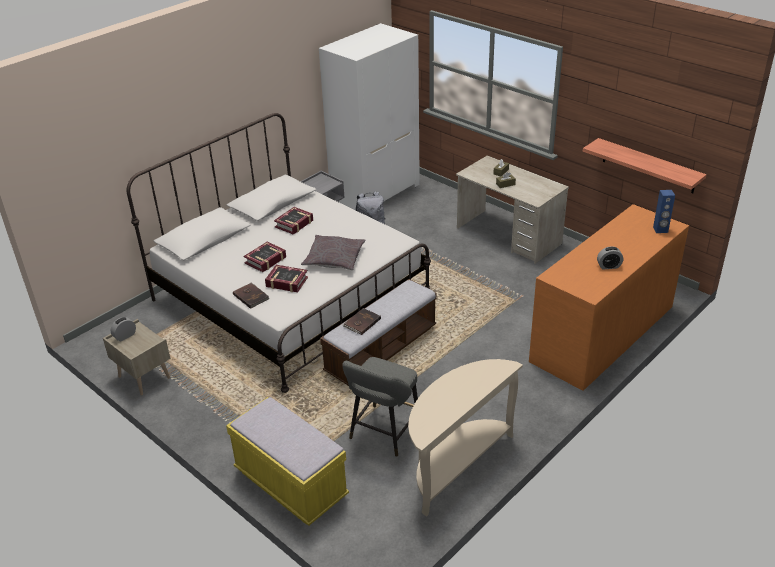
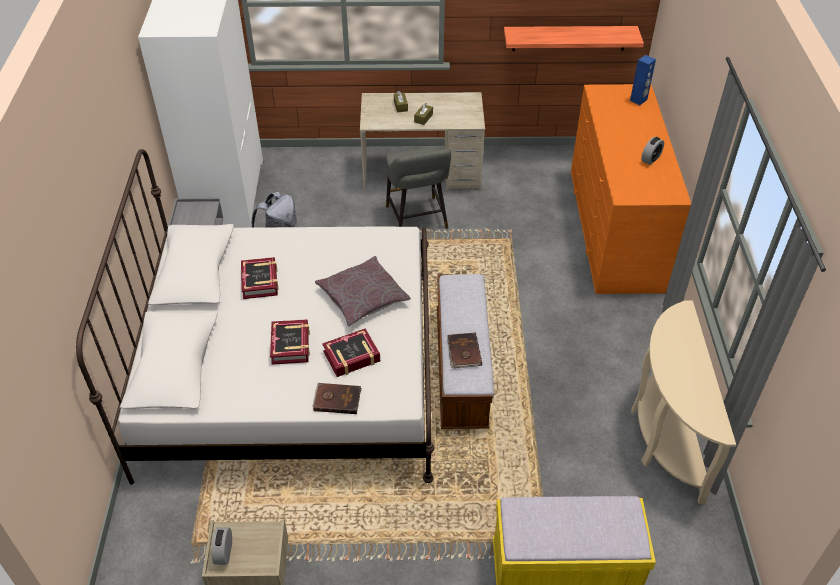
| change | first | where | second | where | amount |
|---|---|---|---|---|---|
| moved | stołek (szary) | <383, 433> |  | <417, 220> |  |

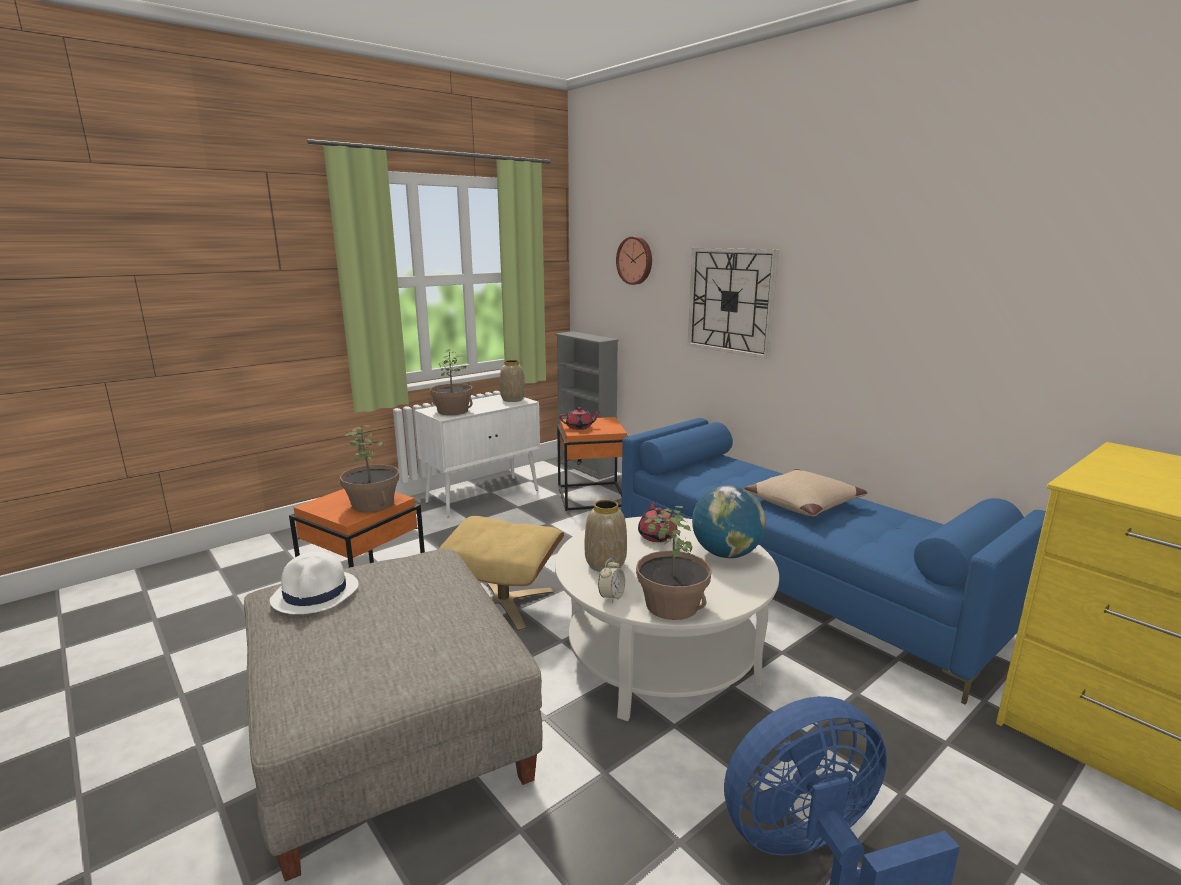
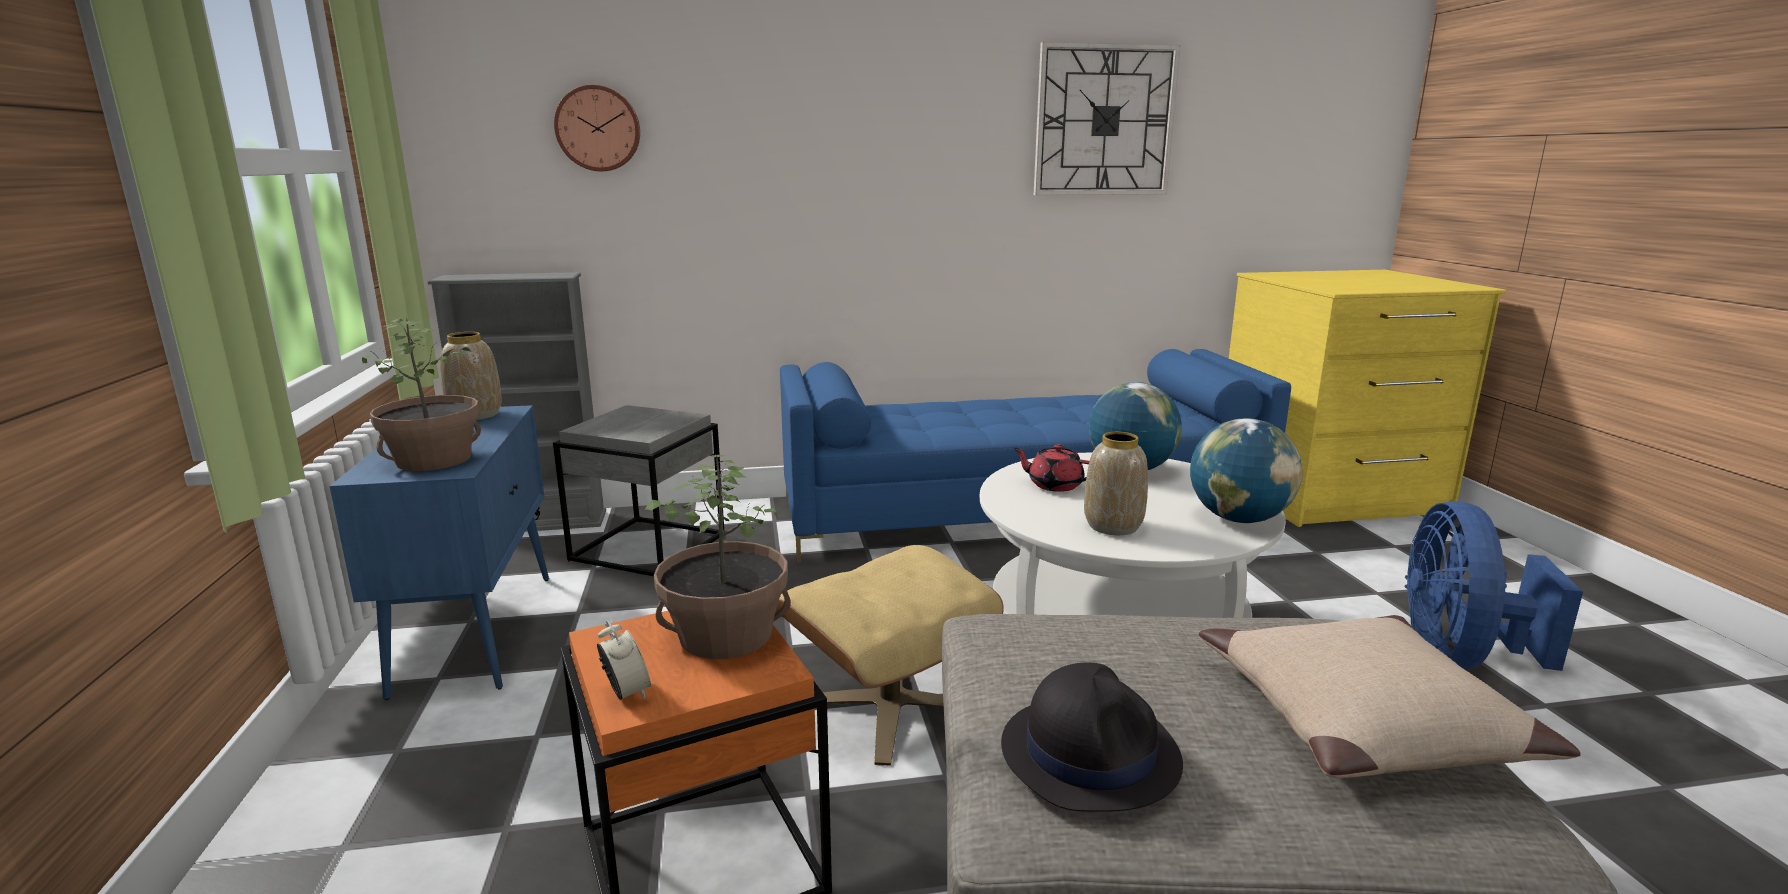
| change | first | where | second | where | amount |
|---|---|---|---|---|---|
| moved | zegar ścienny | <730, 301> |  | <1104, 121> |  |
| recoloured | szafka (biały) | <484, 496> | szafka (niebieski) | <477, 631> |  |
| removed | imbryk (czerwony) | <580, 427> |  |  |  |
| recoloured | stolik (pomarańczowy) | <592, 496> | stolik (szary) | <648, 547> |  |
| moved | poduszka (beżowy) | <802, 503> |  | <1360, 719> |  |
| replaced | roślina doniczkowa | <672, 605> | globus | <1238, 519> |  |
| recoloured | kapelusz (biały) | <316, 593> | kapelusz (czarny) | <1090, 752> |  |
| moved | budzik | <611, 596> |  | <626, 692> |  |

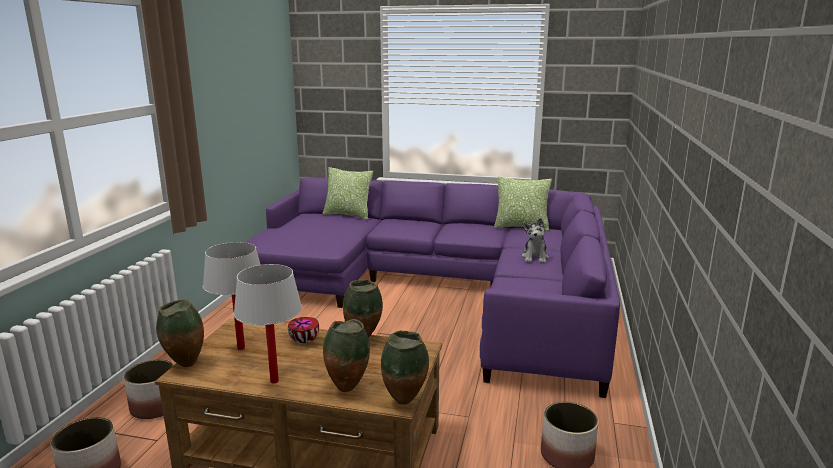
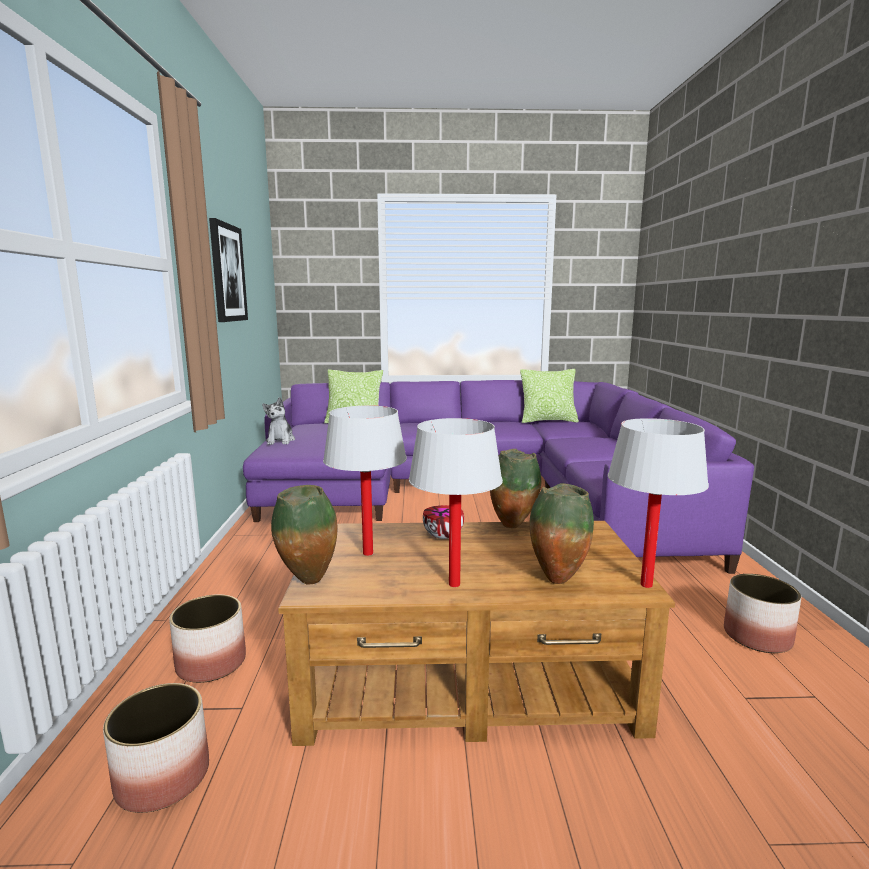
| change | first | where | second | where | amount |
|---|---|---|---|---|---|
| moved | pluszak | <535, 257> |  | <280, 441> |  |
| replaced | wazon | <405, 402> | lampa stołowa (biały) | <646, 585> |  |
| added |  |  | obraz | <227, 273> |  |

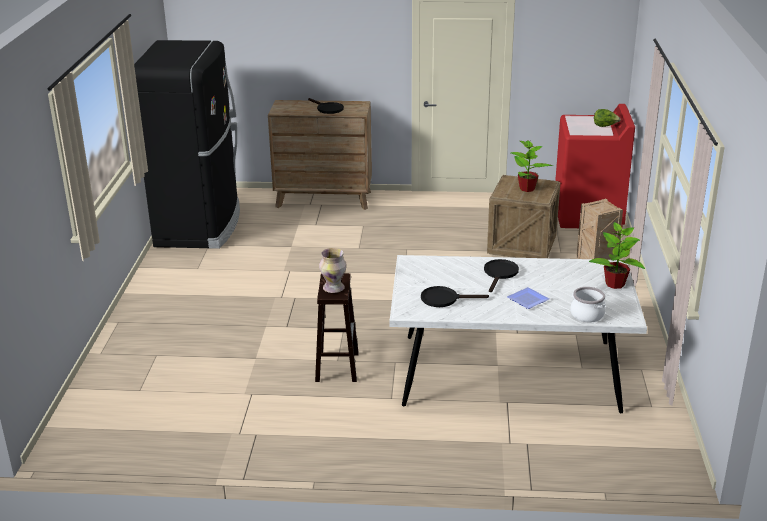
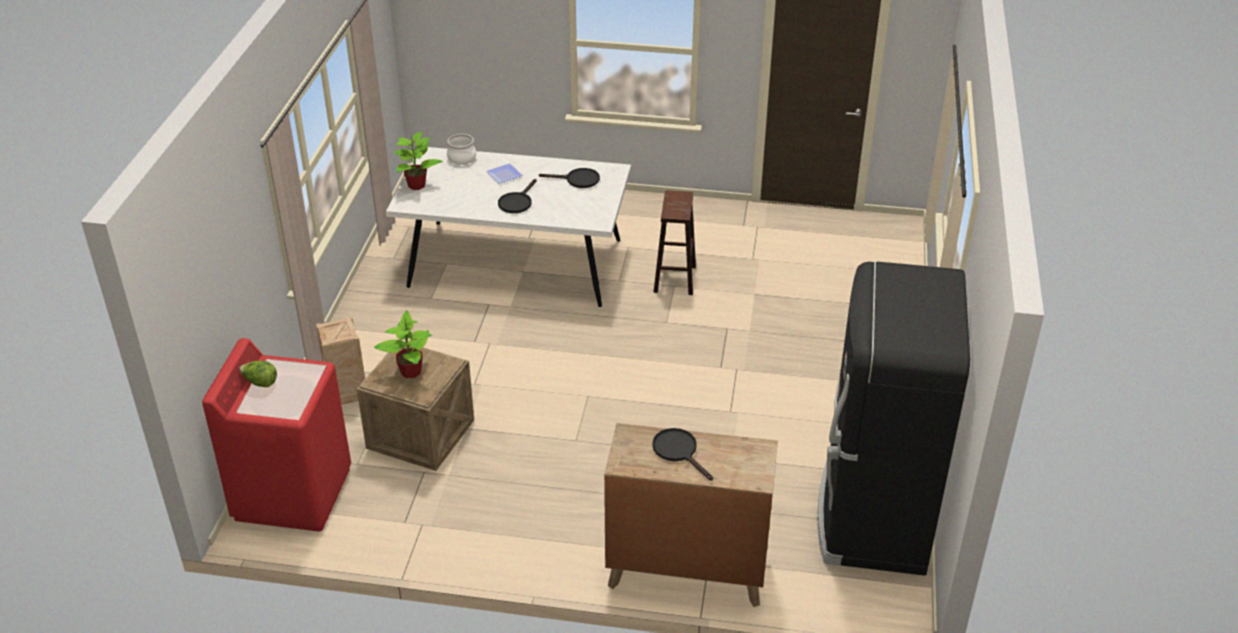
| change | first | where | second | where | amount |
|---|---|---|---|---|---|
| removed | wazon | <334, 288> |  |  |  |

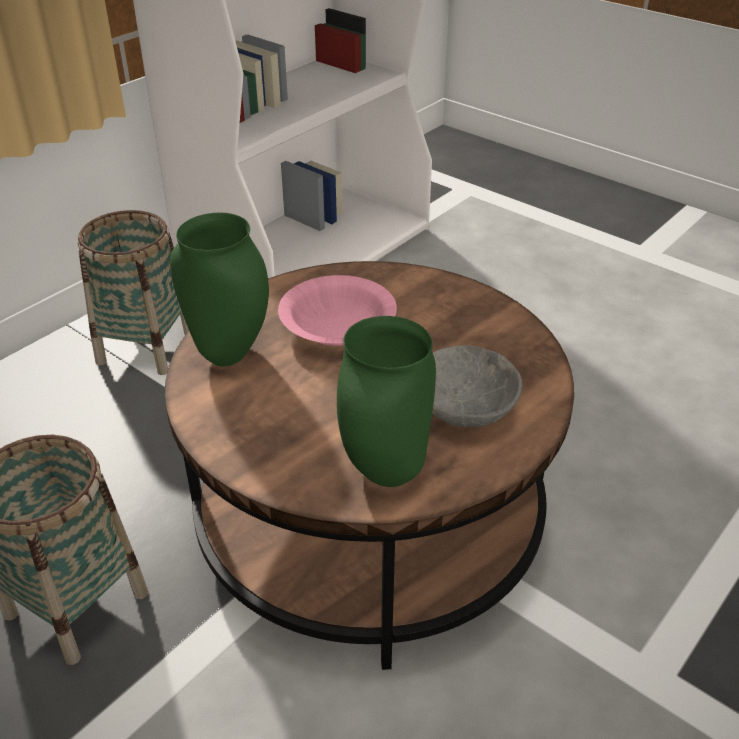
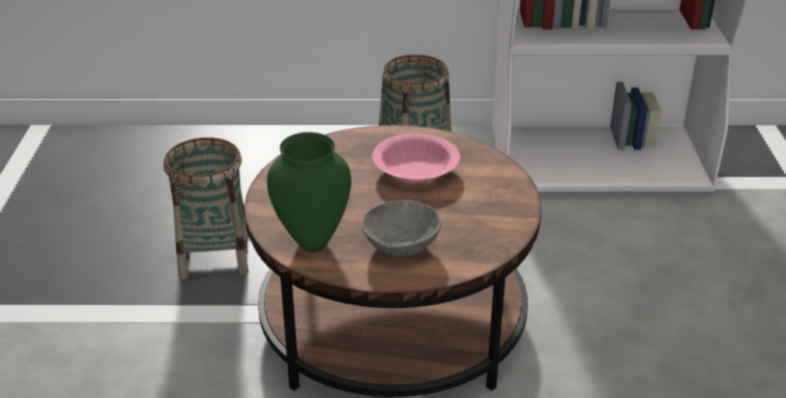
| change | first | where | second | where | amount |
|---|---|---|---|---|---|
| removed | wazon (zielony) | <227, 356> |  |  |  |

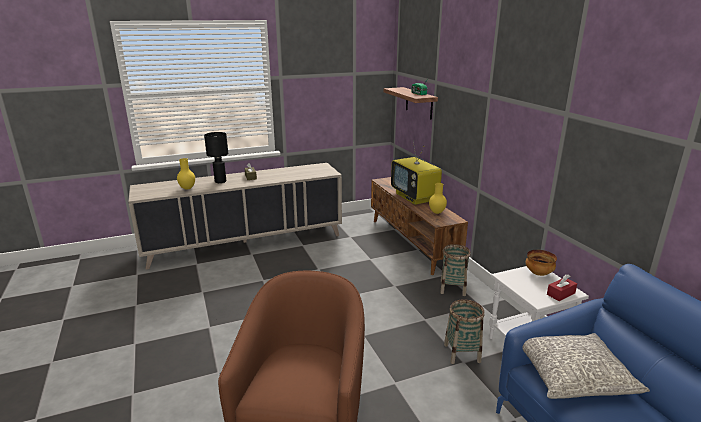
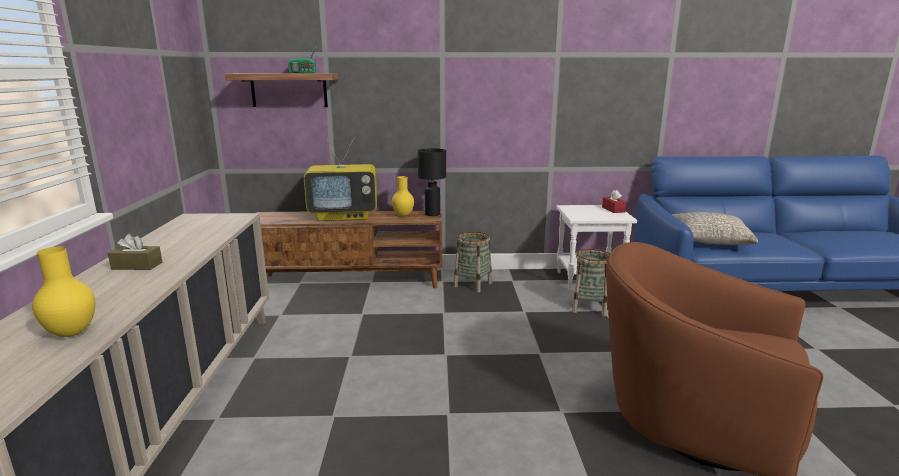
| change | first | where | second | where | amount |
|---|---|---|---|---|---|
| moved | lampa stołowa (czarny) | <220, 181> |  | <432, 214> |  |
| removed | miska | <538, 273> |  |  |  |

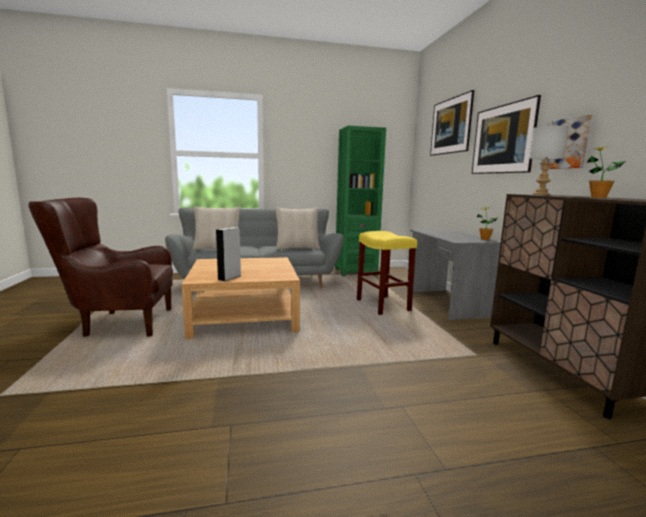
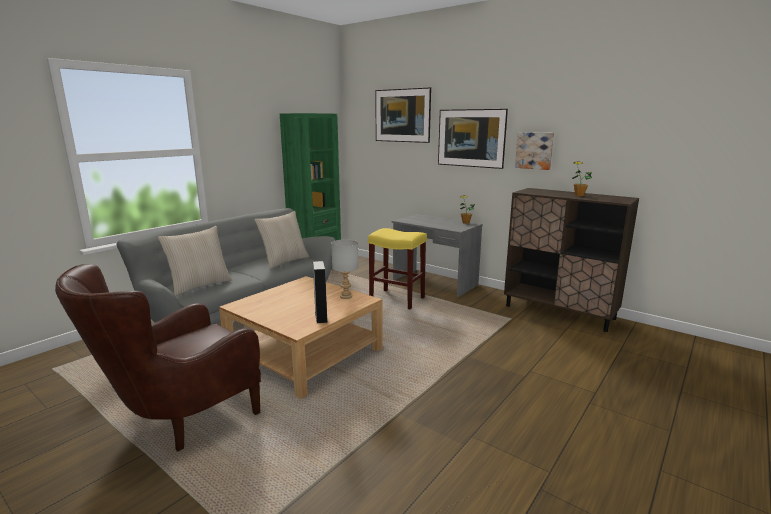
| change | first | where | second | where | amount |
|---|---|---|---|---|---|
| moved | lampa stołowa (szary) | <540, 194> |  | <345, 296> |  |

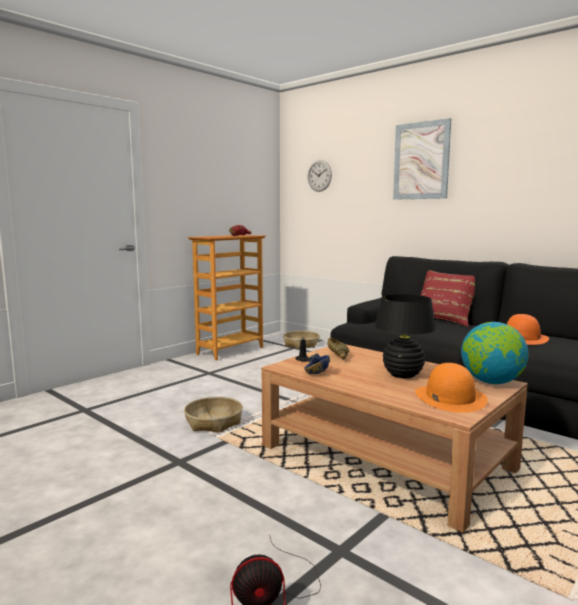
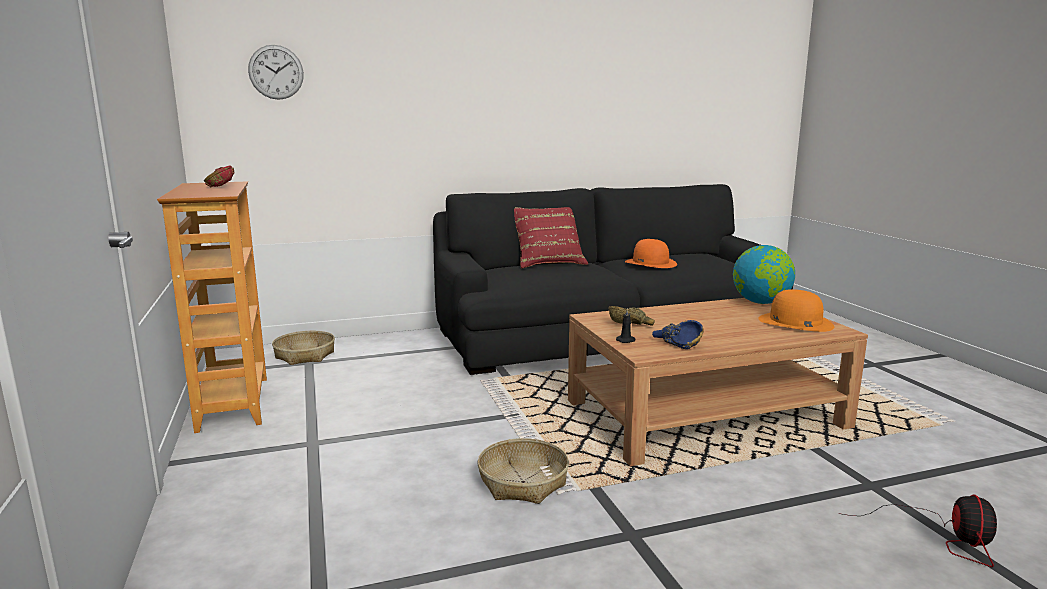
| change | first | where | second | where | amount |
|---|---|---|---|---|---|
| removed | obraz | <421, 161> |  |  |  |
| removed | lampa stołowa (czarny) | <402, 375> |  |  |  |

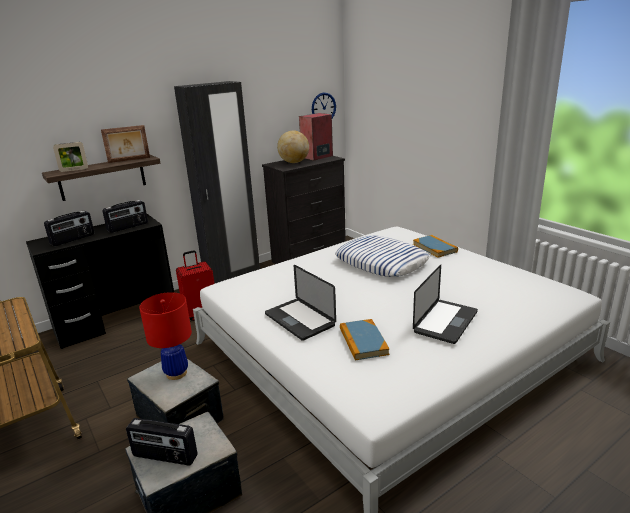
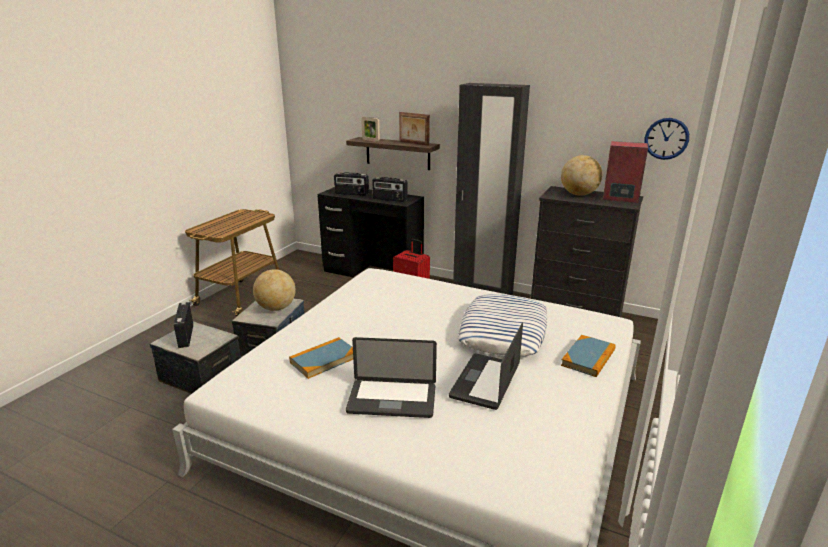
| change | first | where | second | where | amount |
|---|---|---|---|---|---|
| moved | laptop | <299, 320> |  | <485, 382> |  |
| replaced | lampa stołowa (czerwony) | <176, 373> | globus | <276, 308> |  |

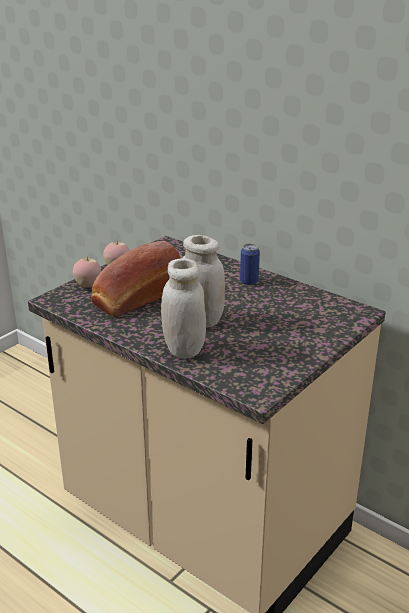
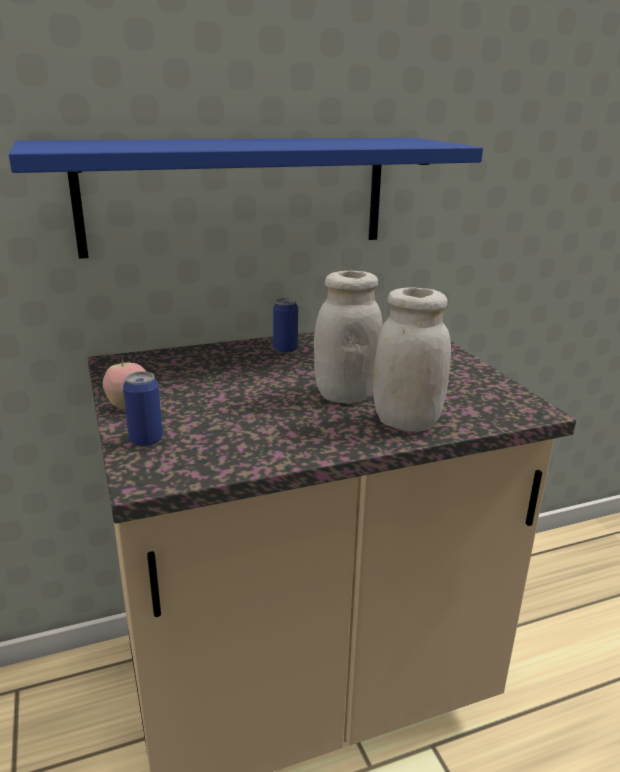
| change | first | where | second | where | amount |
|---|---|---|---|---|---|
| removed | chleb | <135, 298> |  |  |  |
| replaced | jabłko | <88, 286> | puszka | <146, 440> |  |
| added |  |  | półka (niebieski) | <237, 195> |  |

